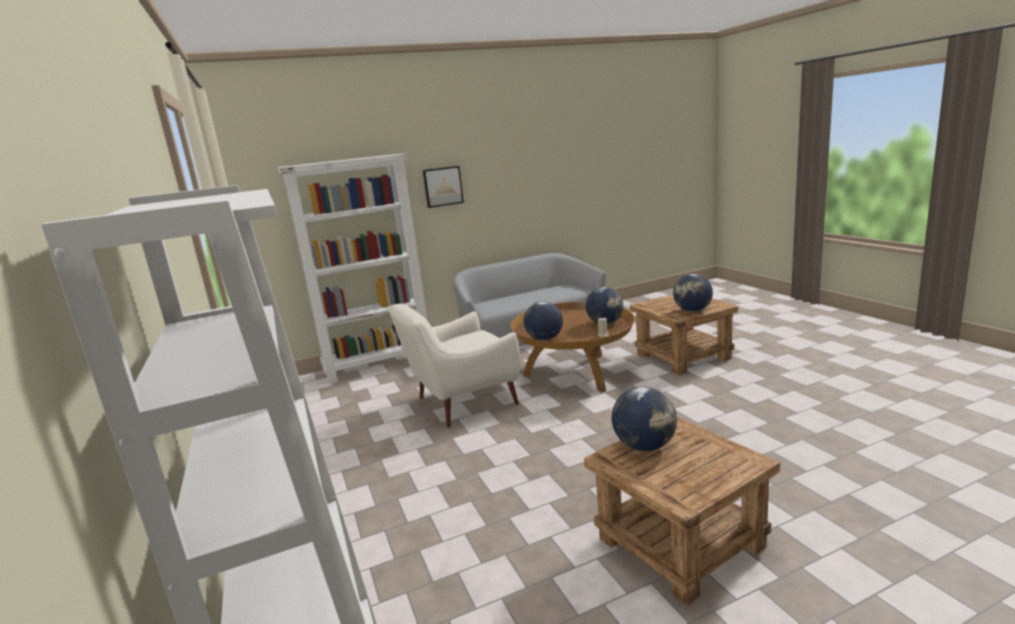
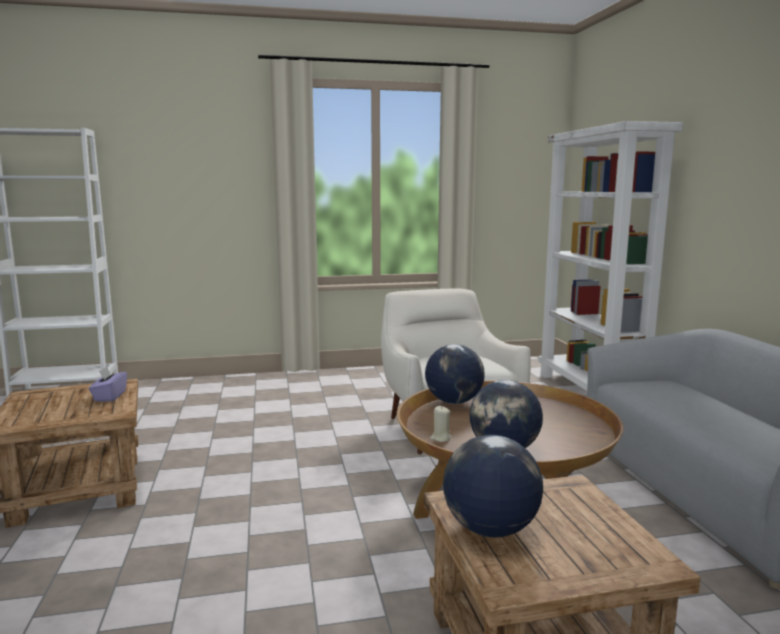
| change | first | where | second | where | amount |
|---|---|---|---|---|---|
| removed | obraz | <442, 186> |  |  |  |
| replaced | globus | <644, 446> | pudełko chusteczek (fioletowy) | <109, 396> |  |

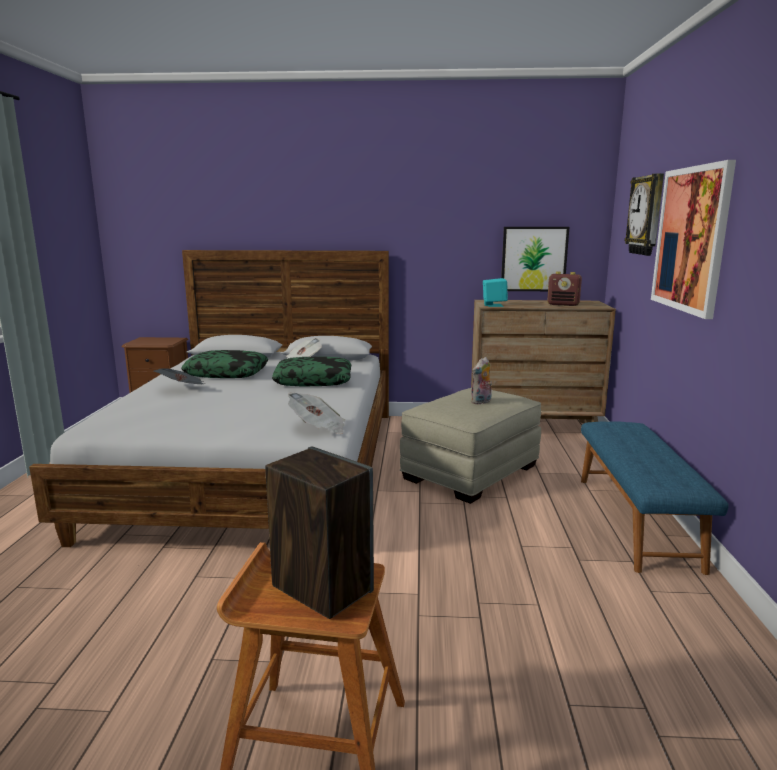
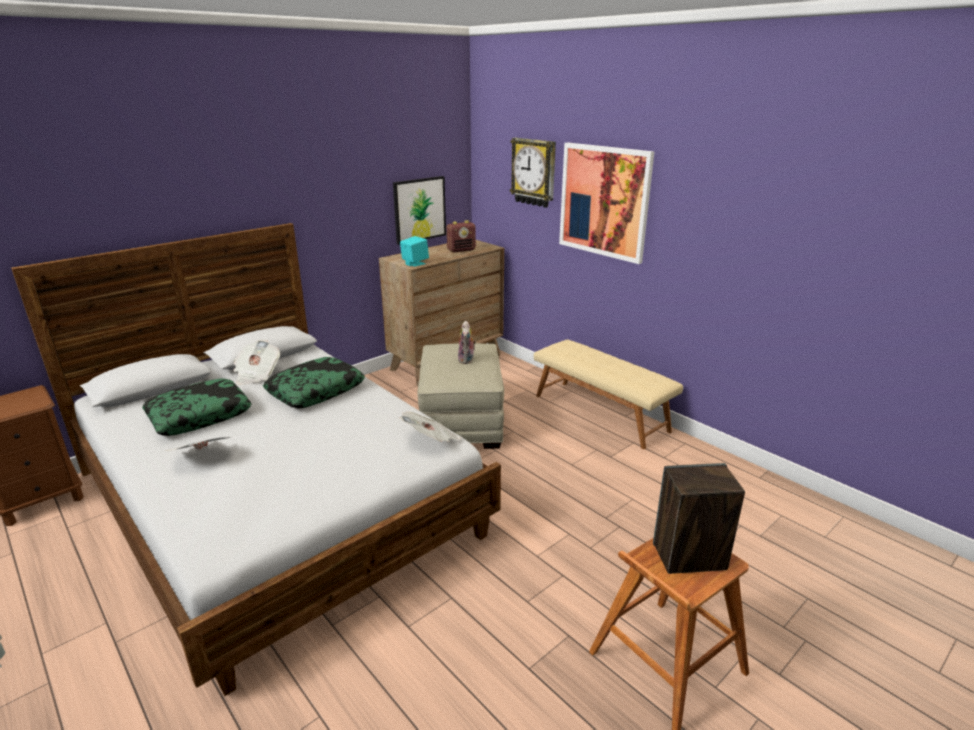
| change | first | where | second | where | amount |
|---|---|---|---|---|---|
| recoloured | ławka (niebieski) | <636, 520> | ławka (beżowy) | <601, 412> |  |

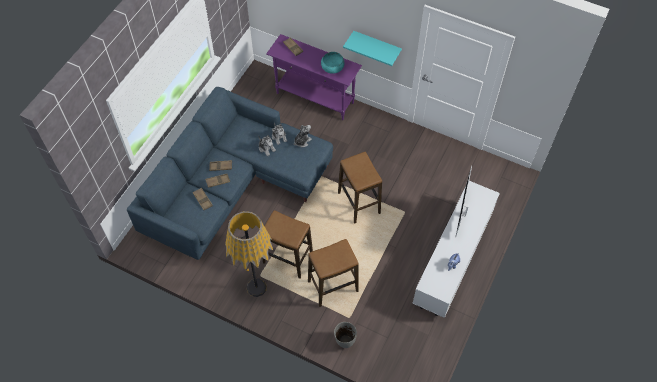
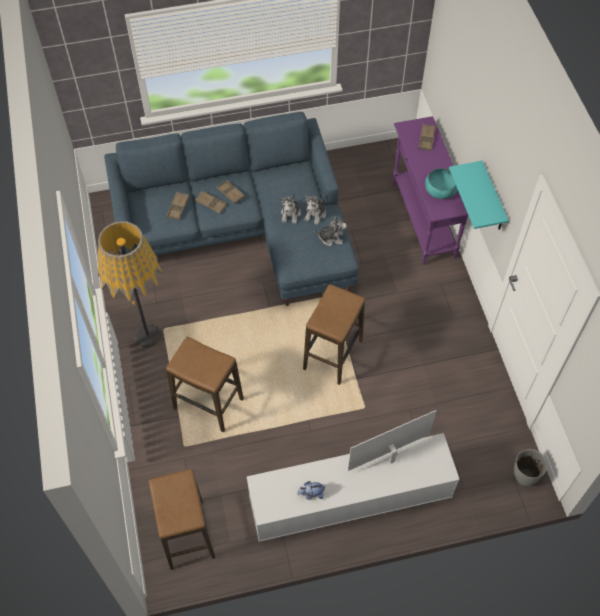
| change | first | where | second | where | amount |
|---|---|---|---|---|---|
| moved | stołek | <288, 258> |  | <187, 534> |  |
| moved | wazon (szary) | <345, 342> |  | <524, 477> |  |

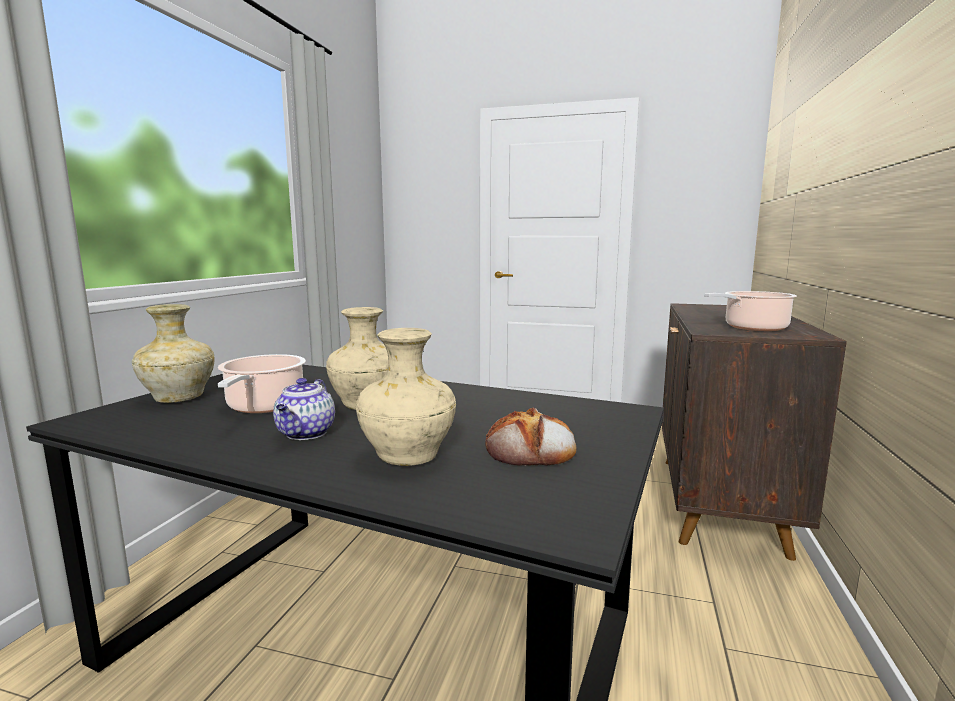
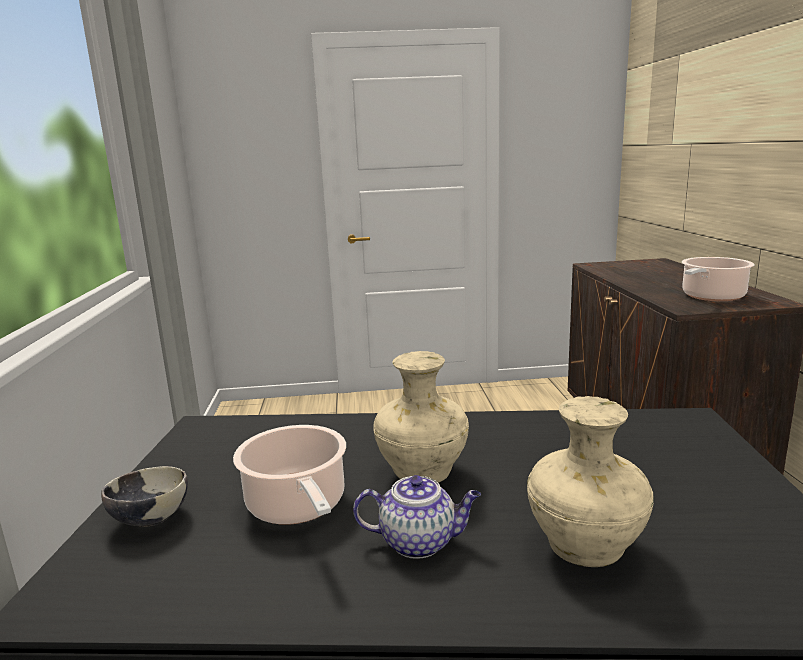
| change | first | where | second | where | amount |
|---|---|---|---|---|---|
| replaced | wazon (beżowy) | <178, 398> | miska | <150, 519> |  |
| turned | imbryk | <306, 434> |  | <419, 542> | 75 degrees counterclockwise |
| removed | chleb | <531, 449> |  |  |  |

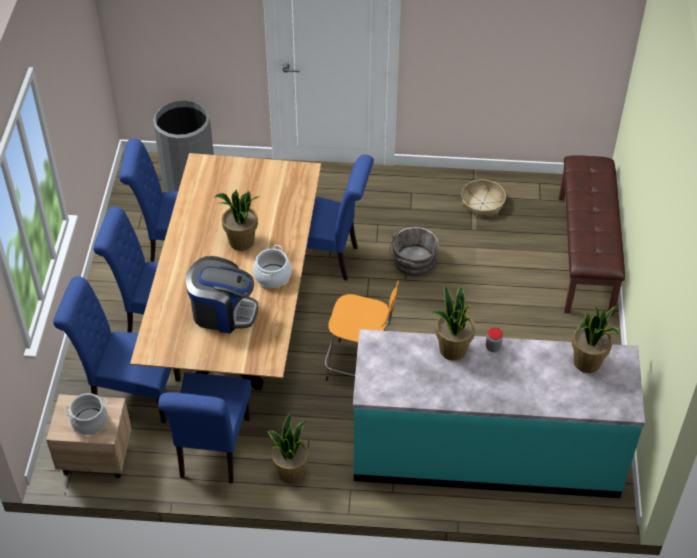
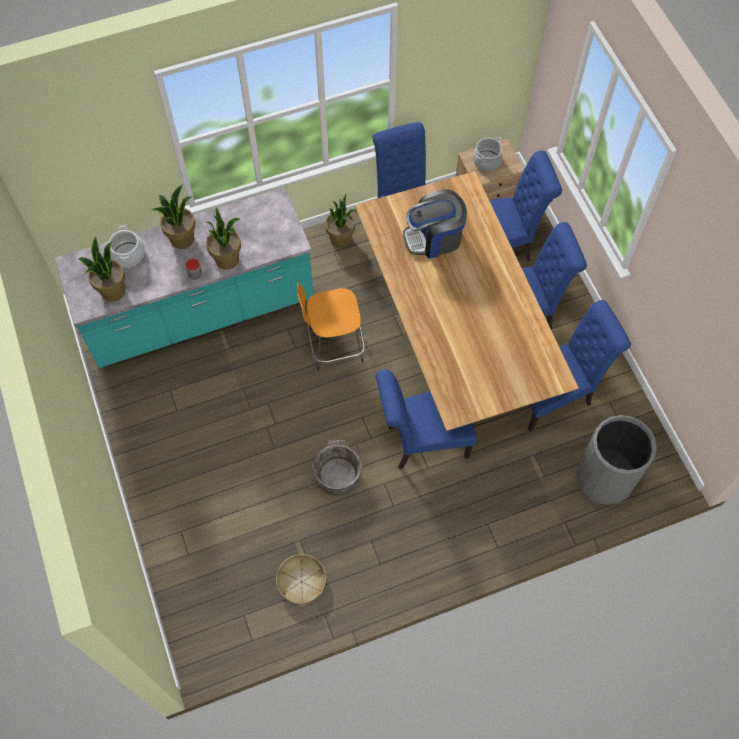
| change | first | where | second | where | amount |
|---|---|---|---|---|---|
| removed | ławka (brązowy) | <585, 254> |  |  |  |
| moved | roślina doniczkowa | <241, 242> |  | <182, 239> |  |
| moved | garnek | <272, 276> |  | <128, 254> |  |

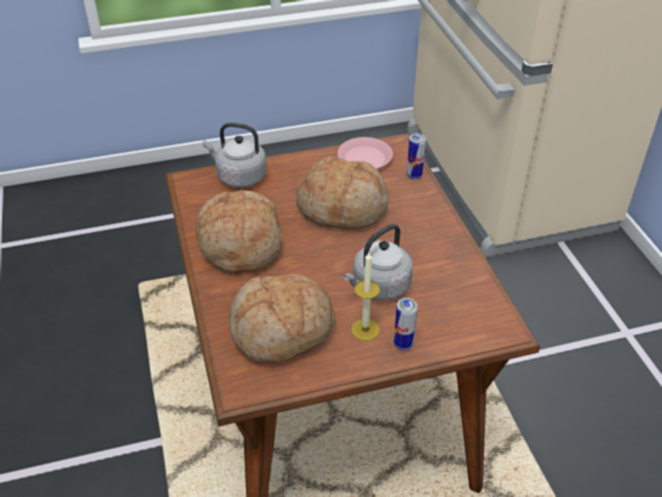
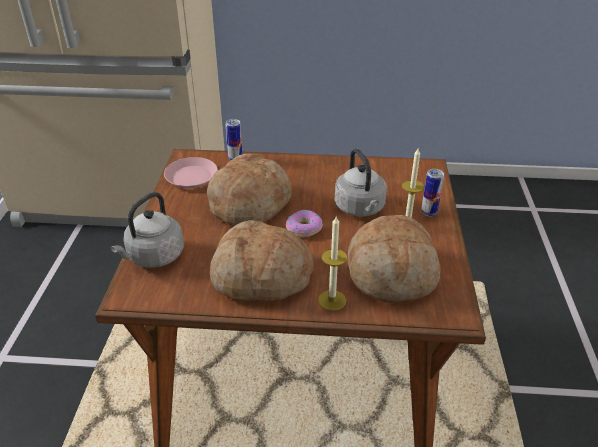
| change | first | where | second | where | amount |
|---|---|---|---|---|---|
| added |  |  | donut | <304, 228> |  |
| added |  |  | świeca | <332, 300> |  |

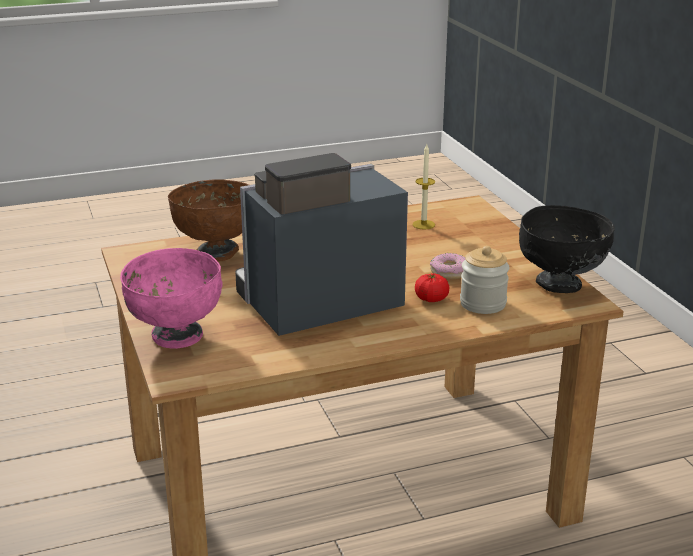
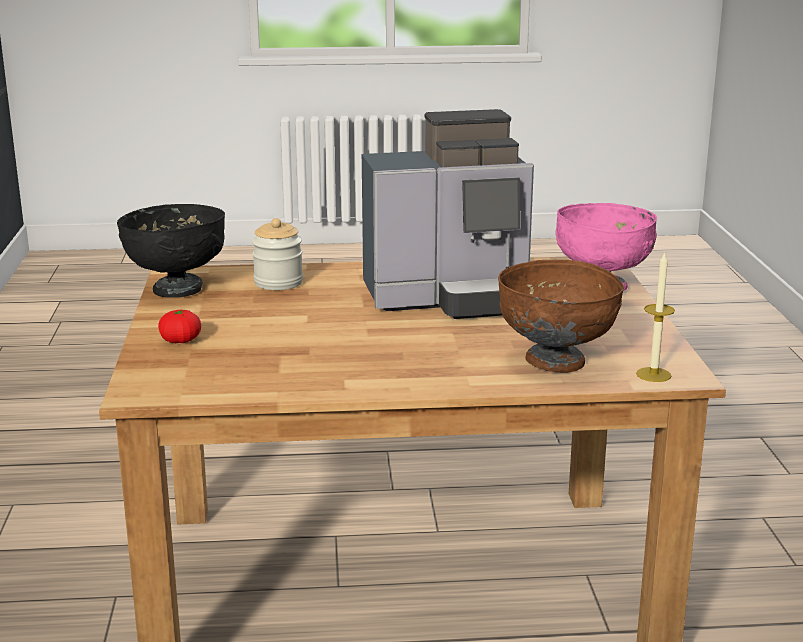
| change | first | where | second | where | amount |
|---|---|---|---|---|---|
| moved | świeca | <423, 224> |  | <653, 374> |  |
| removed | donut | <450, 272> |  |  |  |
| moved | pomidor | <431, 299> |  | <180, 340> |  |

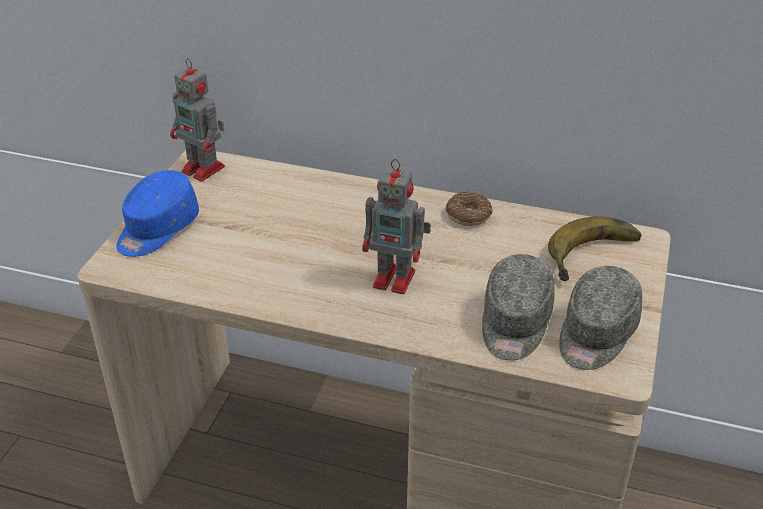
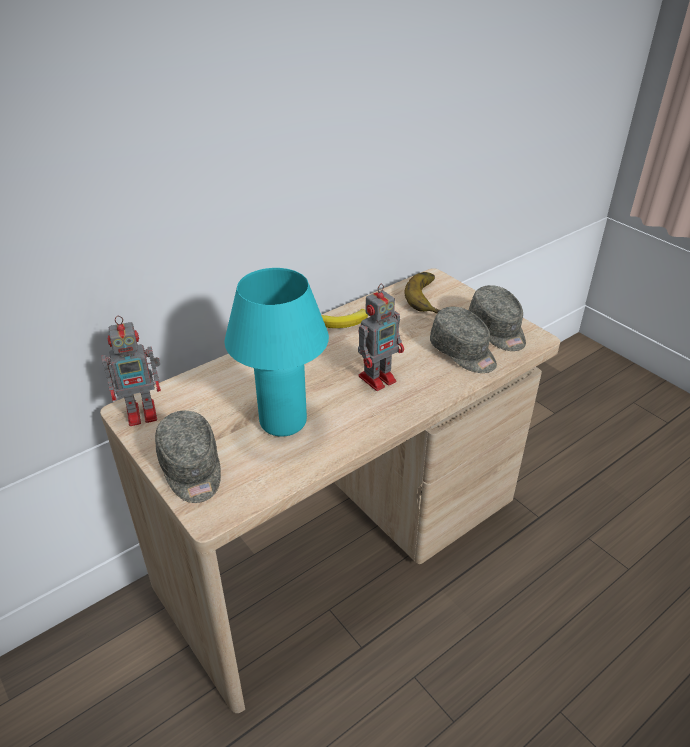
| change | first | where | second | where | amount |
|---|---|---|---|---|---|
| recoloured | czapka z daszkiem (niebieski) | <157, 230> | czapka z daszkiem (szary) | <191, 469> |  |
| replaced | donut | <468, 215> | banan | <345, 322> |  |
| added |  |  | lampa stołowa (turkusowy) | <283, 422> |  |

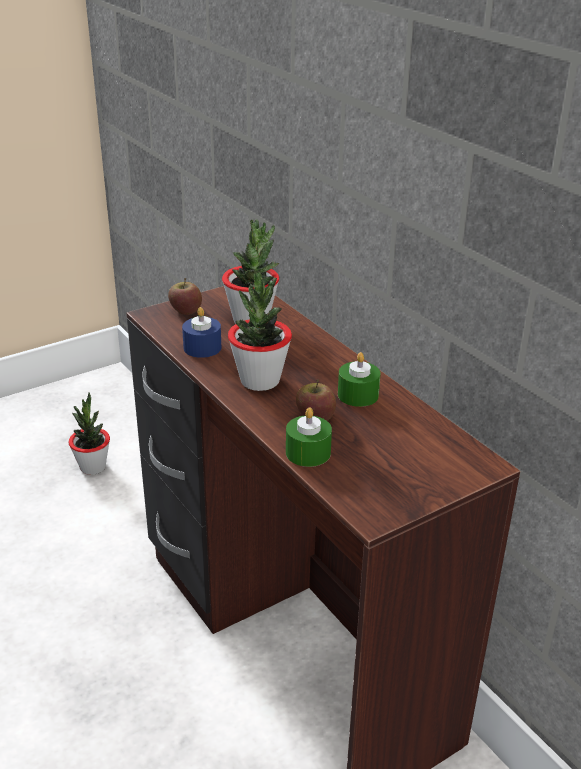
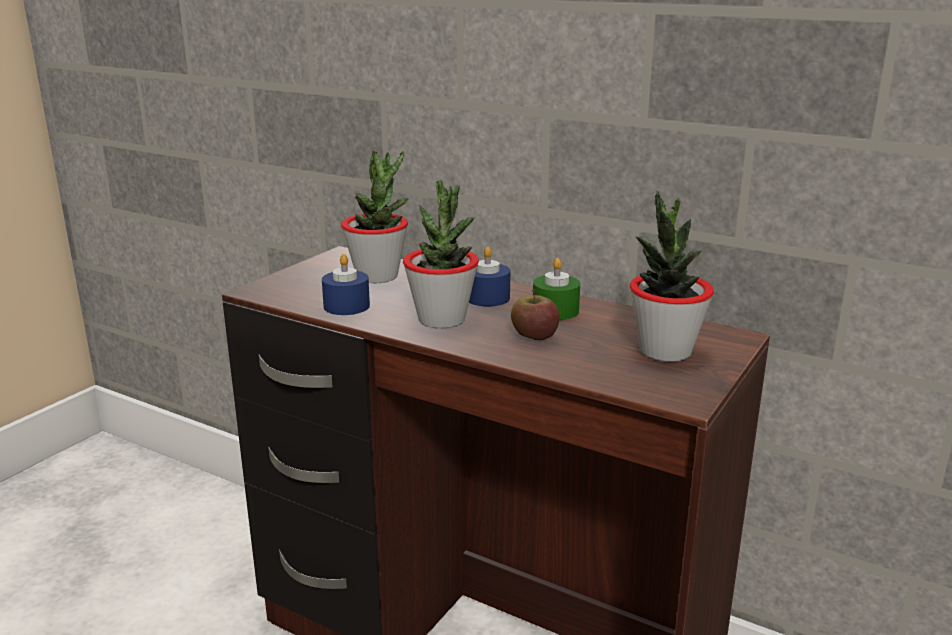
| change | first | where | second | where | amount |
|---|---|---|---|---|---|
| removed | jabłko | <185, 311> |  |  |  |
| moved | roślina doniczkowa | <93, 467> |  | <665, 351> |  |
| removed | świeca (zielony) | <308, 452> |  |  |  |
| added |  |  | świeca (niebieski) | <487, 298> |  |

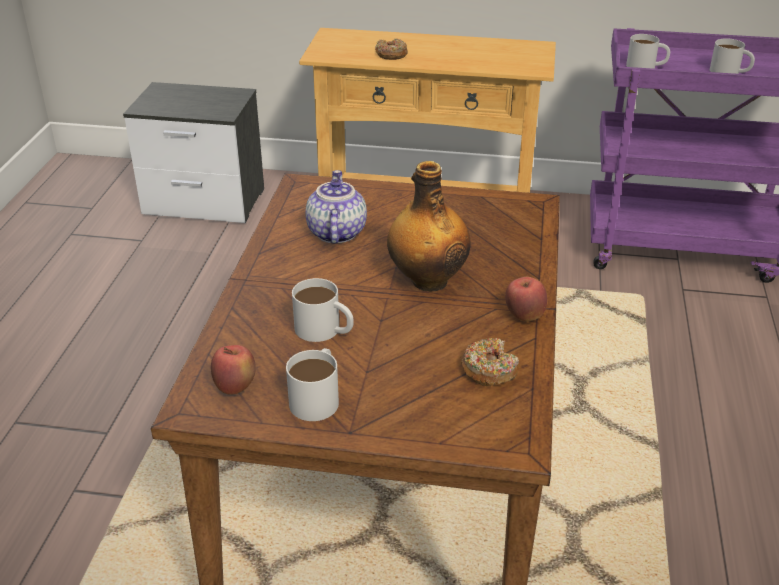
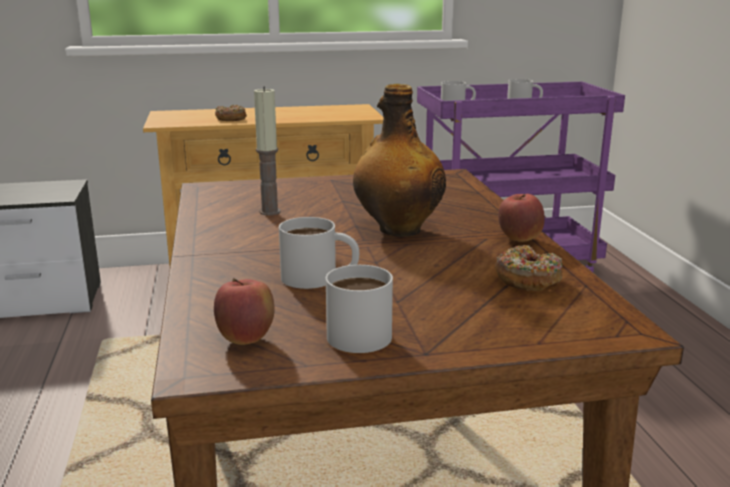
| change | first | where | second | where | amount |
|---|---|---|---|---|---|
| replaced | imbryk | <335, 232> | świeca | <270, 212> |  |

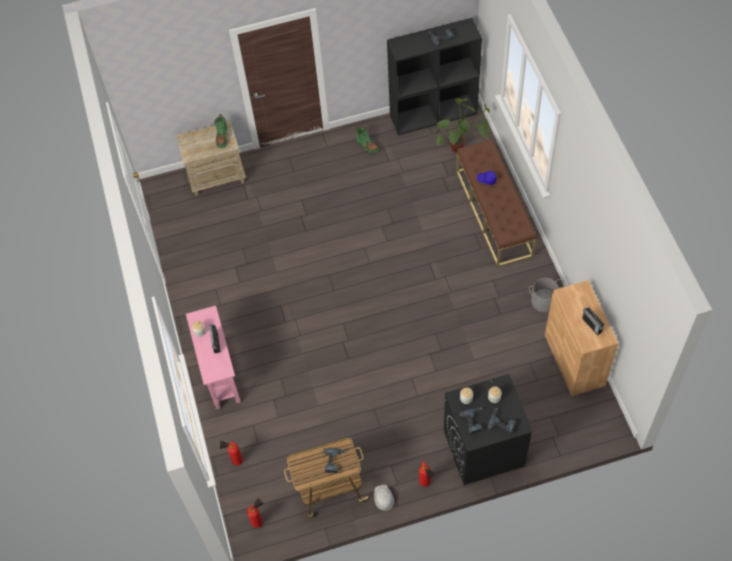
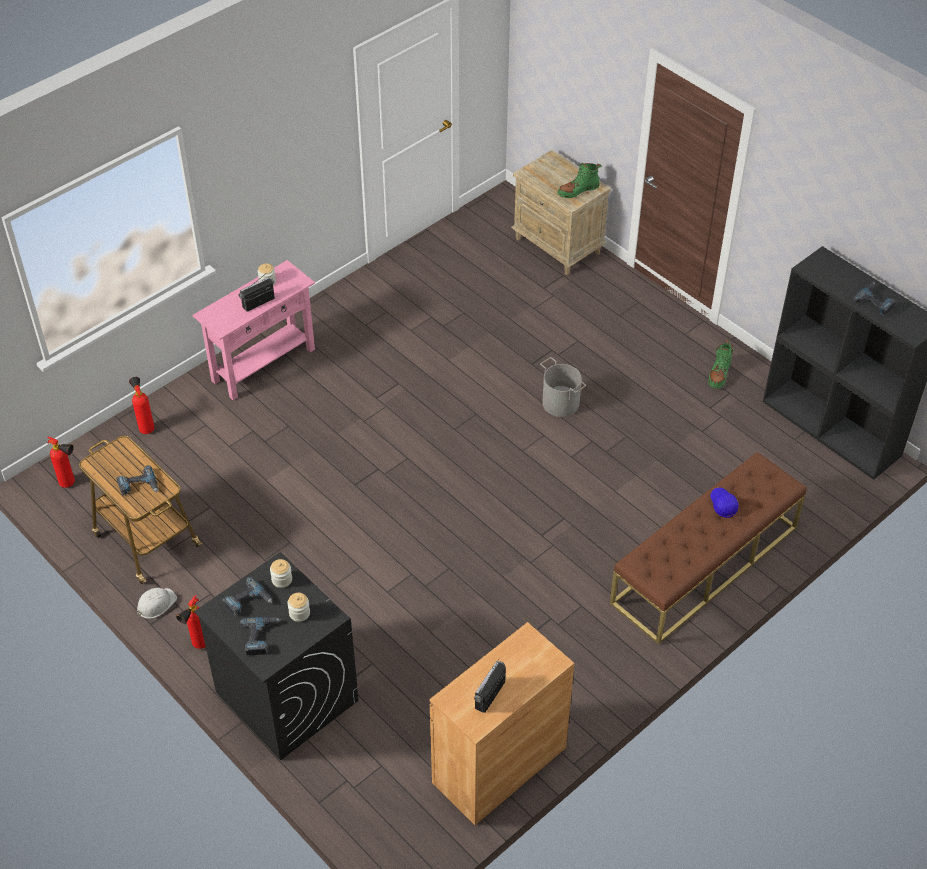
| change | first | where | second | where | amount |
|---|---|---|---|---|---|
| removed | roślina doniczkowa | <460, 143> |  |  |  |
| moved | wiadro (szary) | <543, 301> |  | <560, 403> |  |

